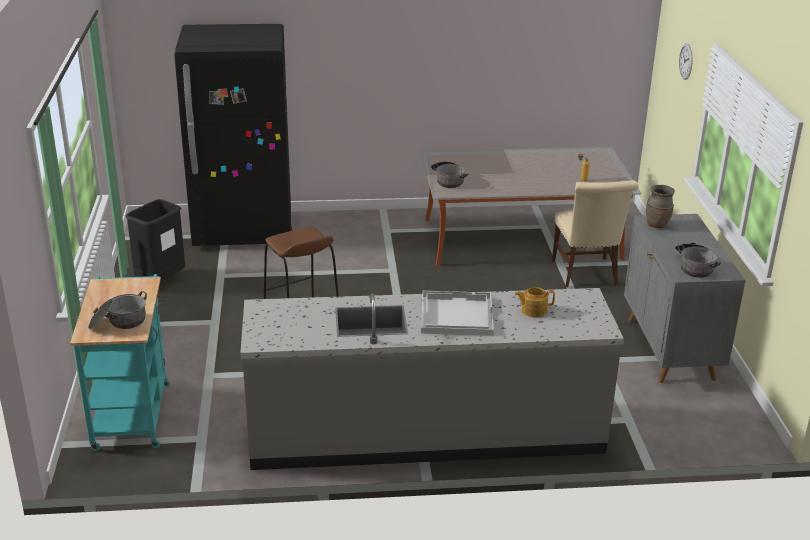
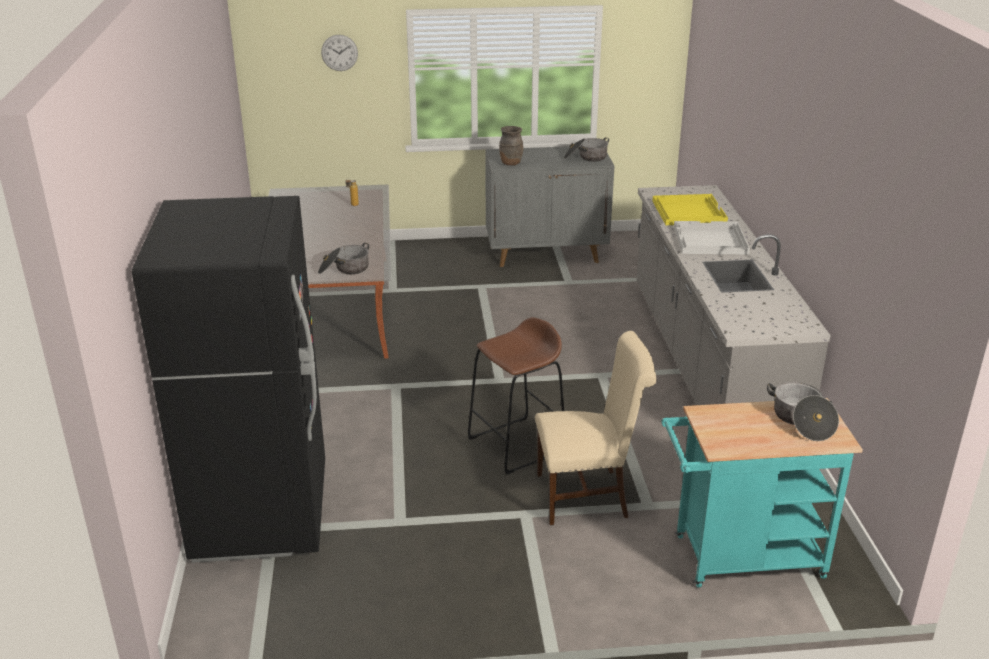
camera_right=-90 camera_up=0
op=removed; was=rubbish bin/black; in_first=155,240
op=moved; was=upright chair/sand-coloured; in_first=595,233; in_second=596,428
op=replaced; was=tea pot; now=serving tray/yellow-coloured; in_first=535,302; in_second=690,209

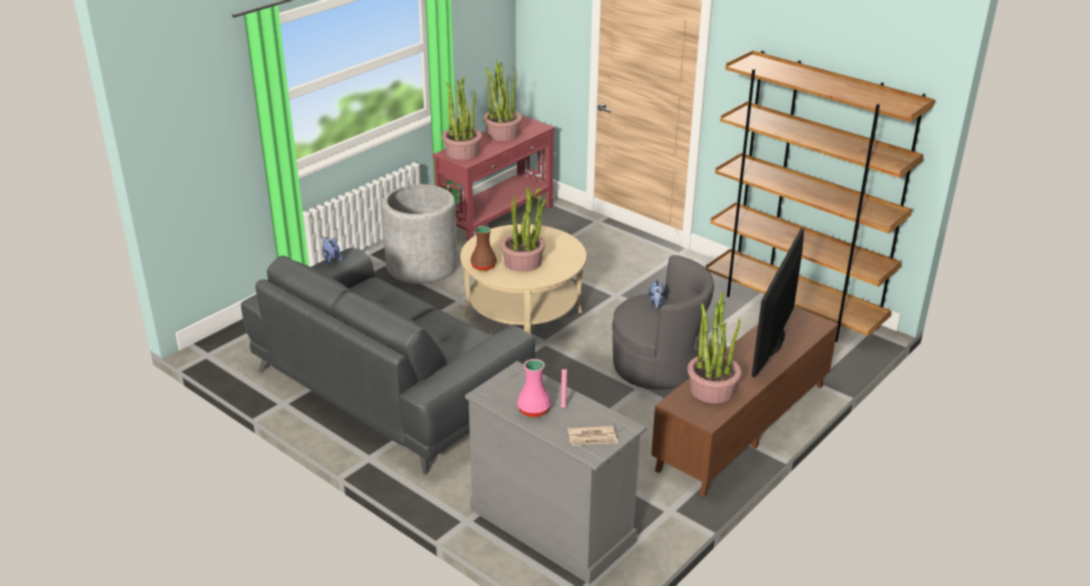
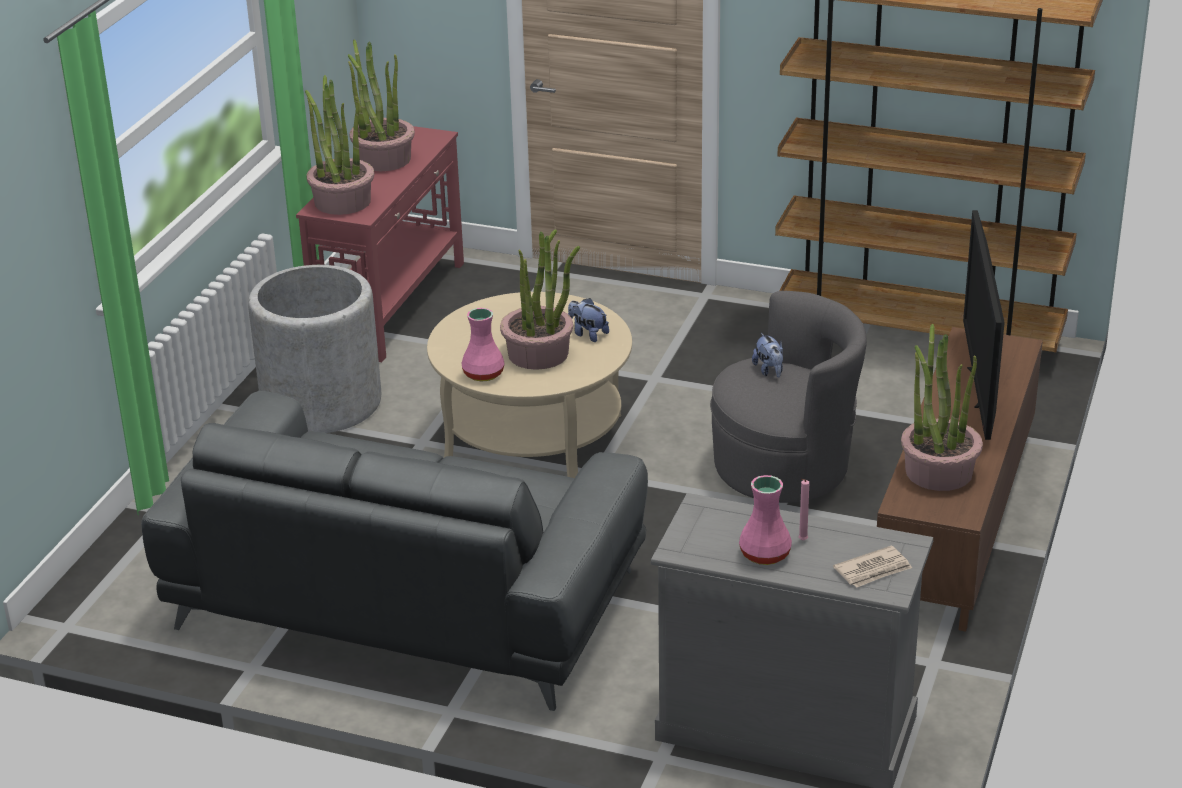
camera_right=-20 camera_up=0
op=moved; was=soft toy; in_first=332,251; in_second=588,320
op=recoloured; was=vase/brownish; now=vase/pink; in_first=483,248; in_second=483,345

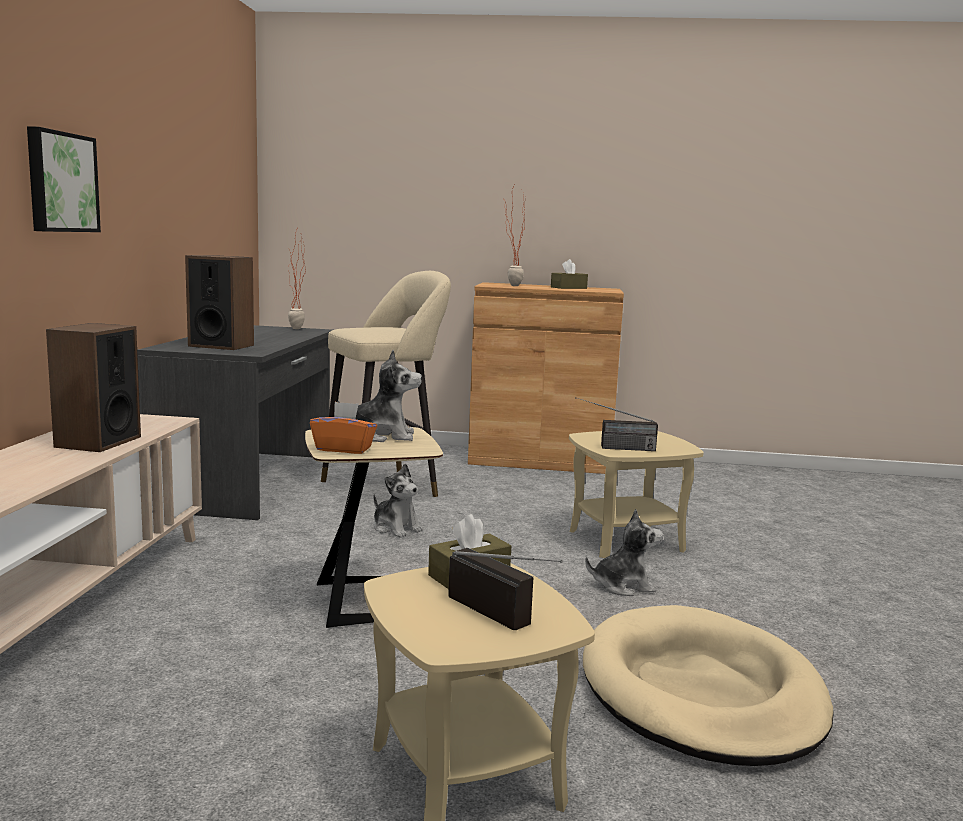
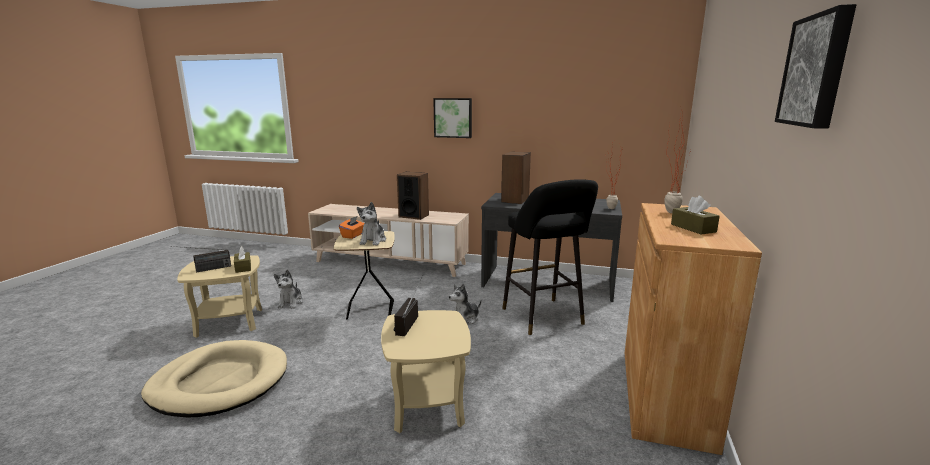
camera_right=100 camera_up=5
op=added; now=wall art; in_second=815,66
op=moved; was=soft toy; in_first=624,552; in_second=288,288
op=recoloured; was=sitting stool/sand-coloured; now=sitting stool/black; in_first=386,384; in_second=550,257

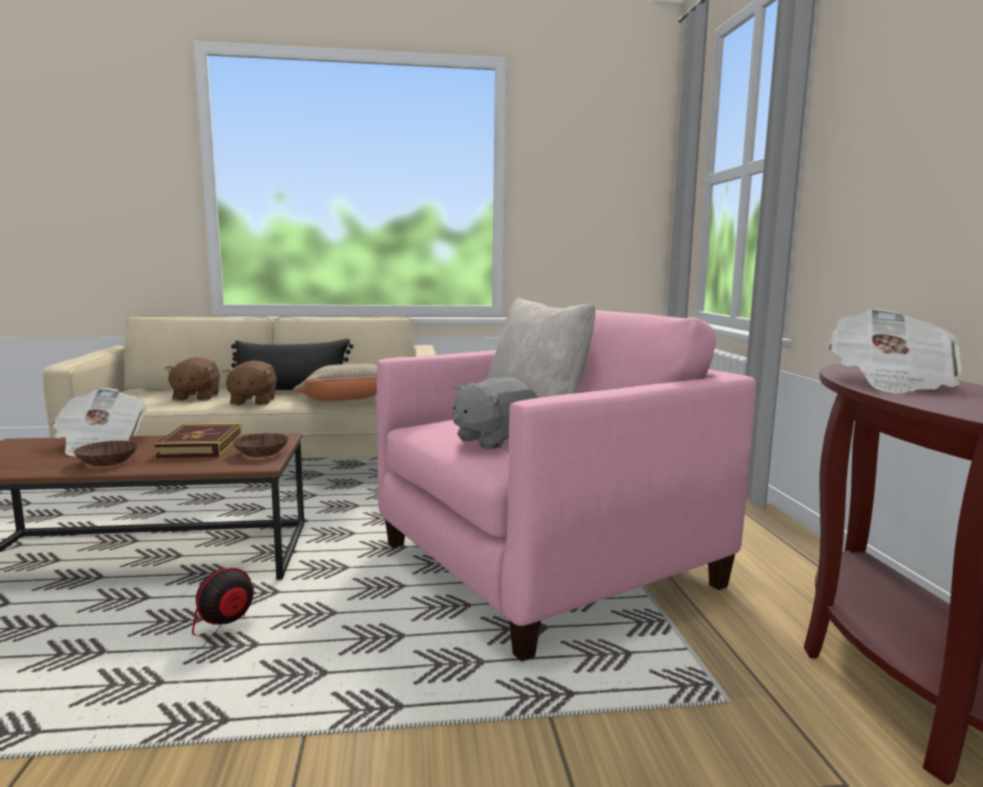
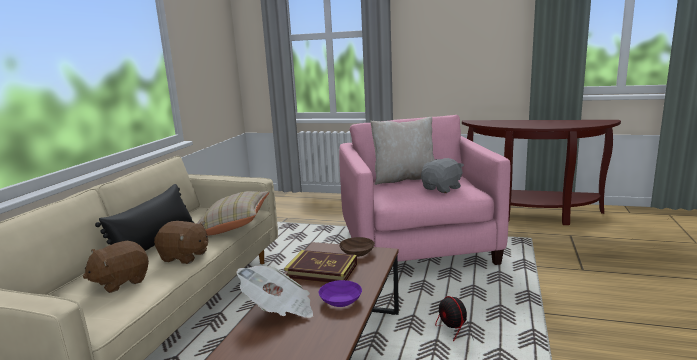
camera_right=-65 camera_up=5
op=removed; was=printed paper; in_first=895,351
op=recoloured; was=bowl/brownish; now=bowl/purple; in_first=106,453; in_second=340,293
op=turned; was=soft toy/brownish; in_first=192,379; in_second=116,267; clockwise=120
op=turned; was=soft toy/grey; in_first=495,413; in_second=442,175; clockwise=-120

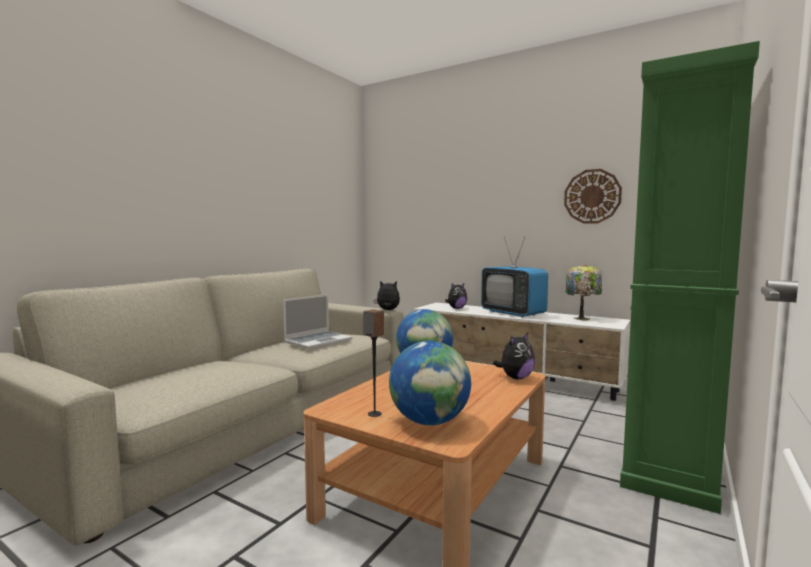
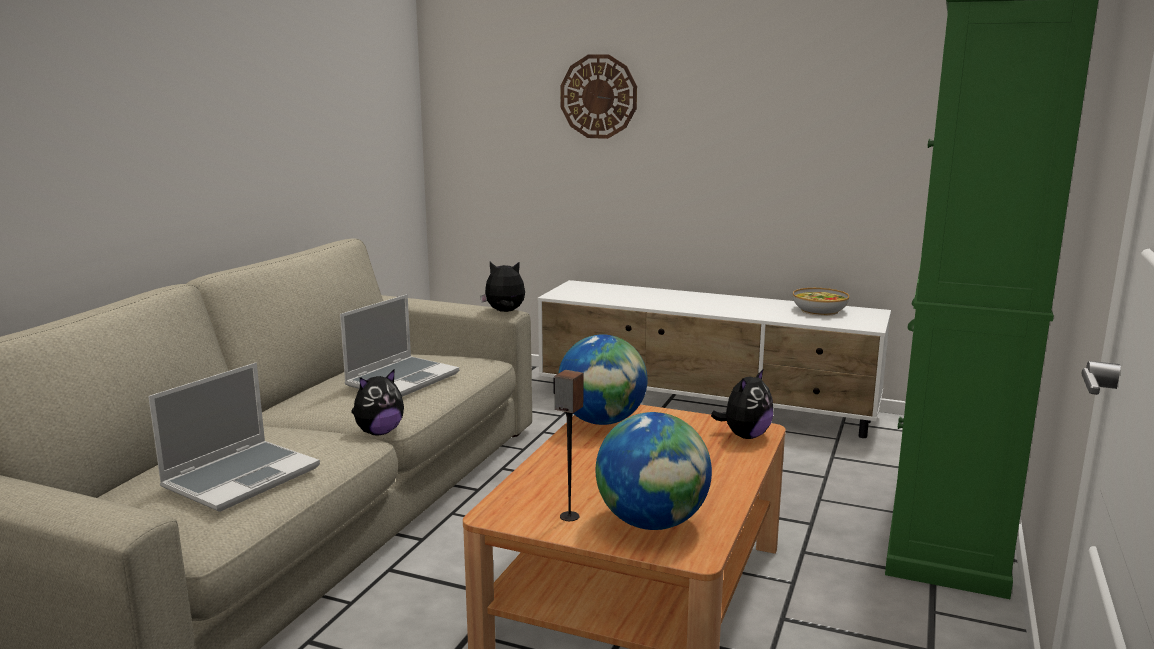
camera_right=-10 camera_up=10
op=removed; was=television; in_first=514,277
op=added; now=laptop; in_second=234,437
op=moved; was=soft toy; in_first=456,296; in_second=377,402
op=moved; was=clock on the wall; in_first=593,196; in_second=598,96
op=replaced; was=table lamp; now=bowl; in_first=583,292; in_second=821,302

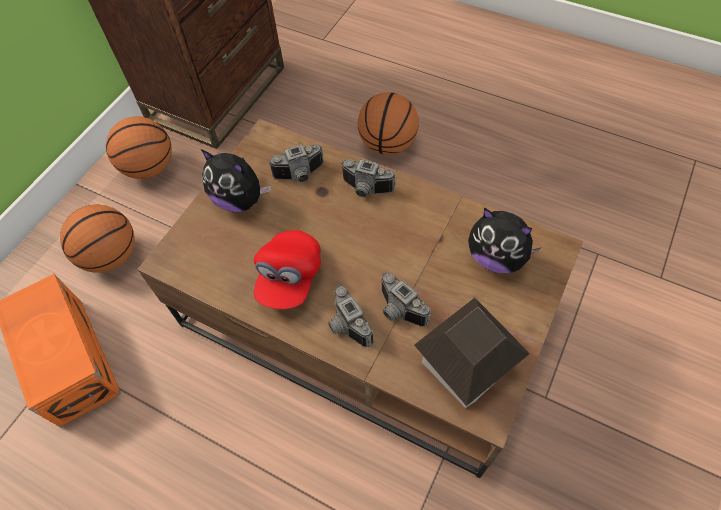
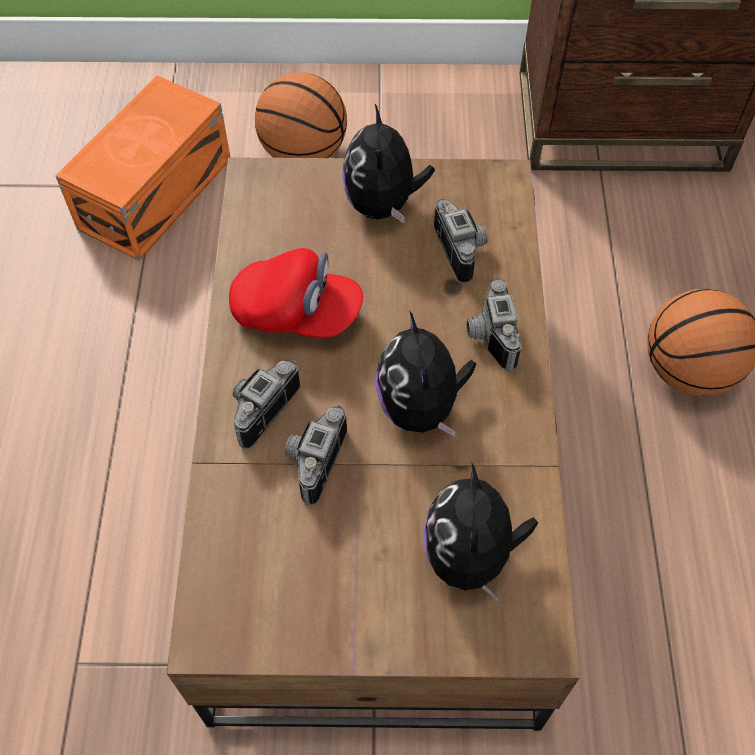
camera_right=60 camera_up=0
op=removed; was=ball for basketball; in_first=139,147
op=removed; was=toy house; in_first=472,353
op=added; now=soft toy; in_second=426,374
op=turned; was=cap/reddish; in_first=287,269; in_second=296,293; clockwise=-150
op=turned; was=photo camera; in_first=295,163; in_second=461,241; clockwise=-150

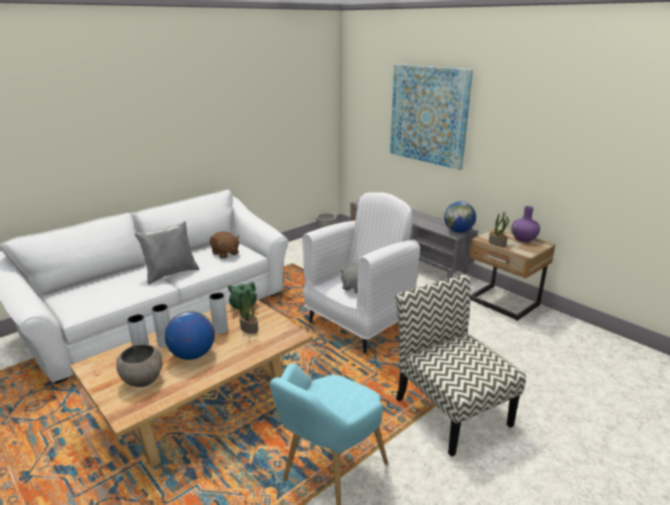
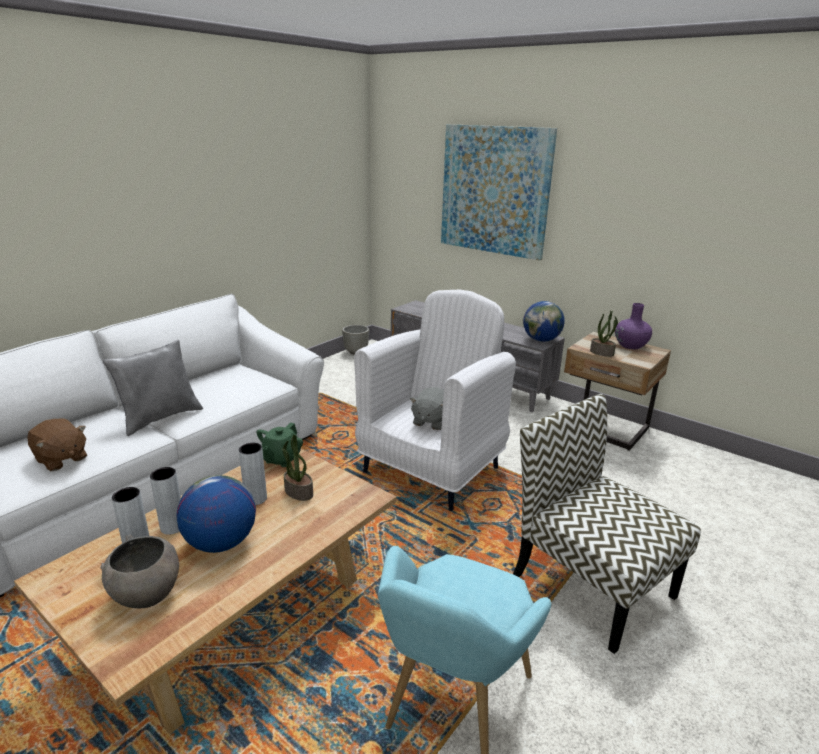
camera_right=-10 camera_up=0
op=moved; was=soft toy/brownish; in_first=225,245; in_second=57,444

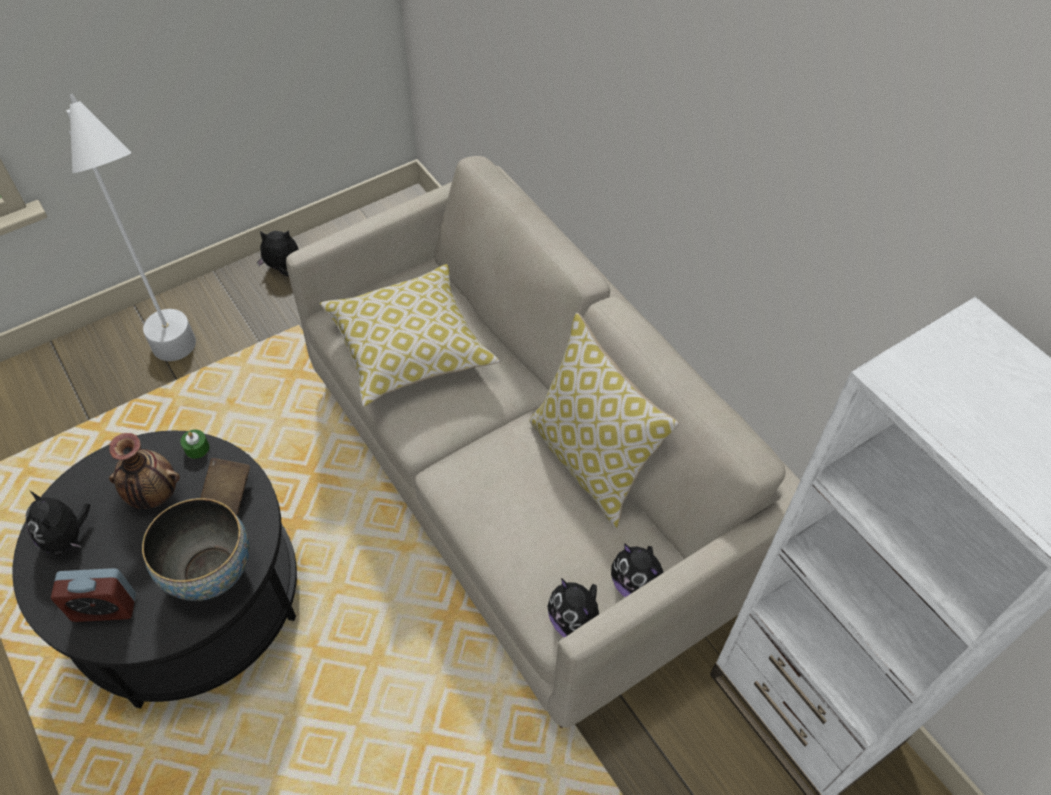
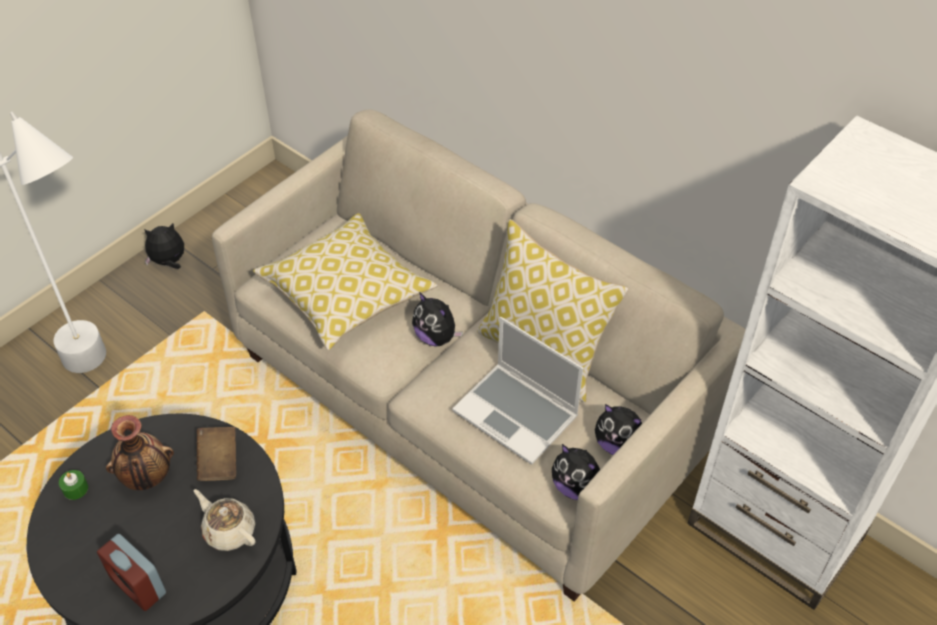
camera_right=-15 camera_up=-5
op=added; now=laptop; in_second=517,391
op=moved; was=soft toy; in_first=58,522; in_second=437,319
op=moved; was=wax light/green-coloured; in_first=194,444; in_second=73,485
op=replaced; was=bowl; now=tea pot/sand-coloured; in_first=195,549; in_second=224,520
op=turned; was=alarm clock; in_first=93,595; in_second=131,572; clockwise=60

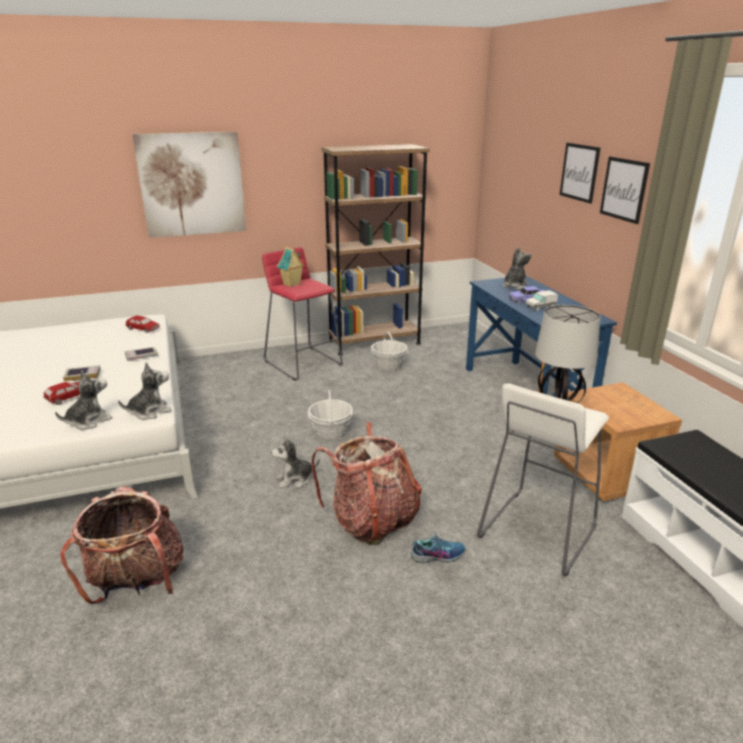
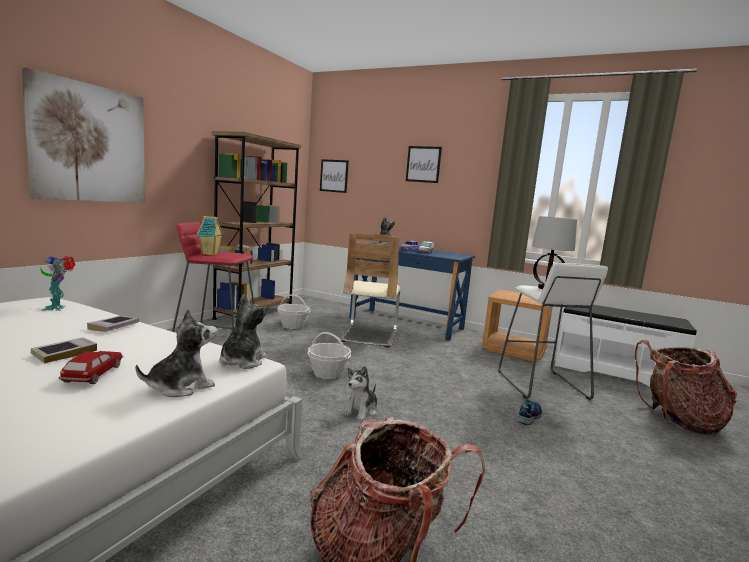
camera_right=-45 camera_up=-15
op=added; now=upright chair/sand-coloured; in_second=370,290
op=moved; was=rucksack; in_first=366,483; in_second=686,387
op=moved; was=wall art; in_first=625,190; in_second=334,176
op=replaced; was=toy car; now=toy robot; in_first=142,324; in_second=57,283
op=turned; was=soft toy; in_first=83,399; in_second=177,353; clockwise=45

